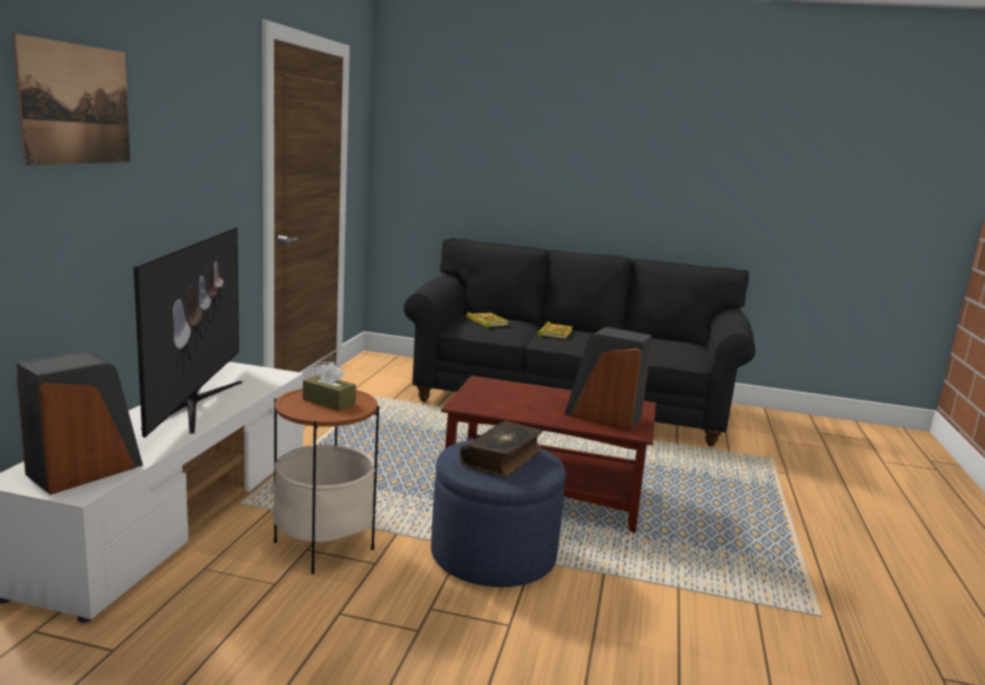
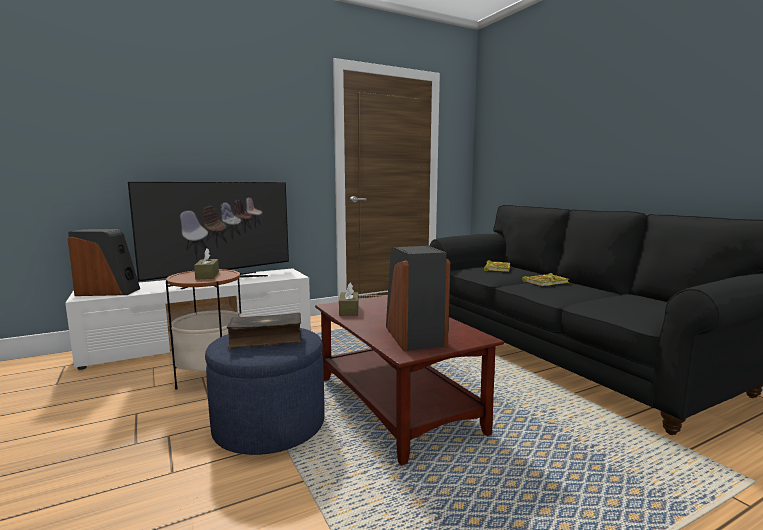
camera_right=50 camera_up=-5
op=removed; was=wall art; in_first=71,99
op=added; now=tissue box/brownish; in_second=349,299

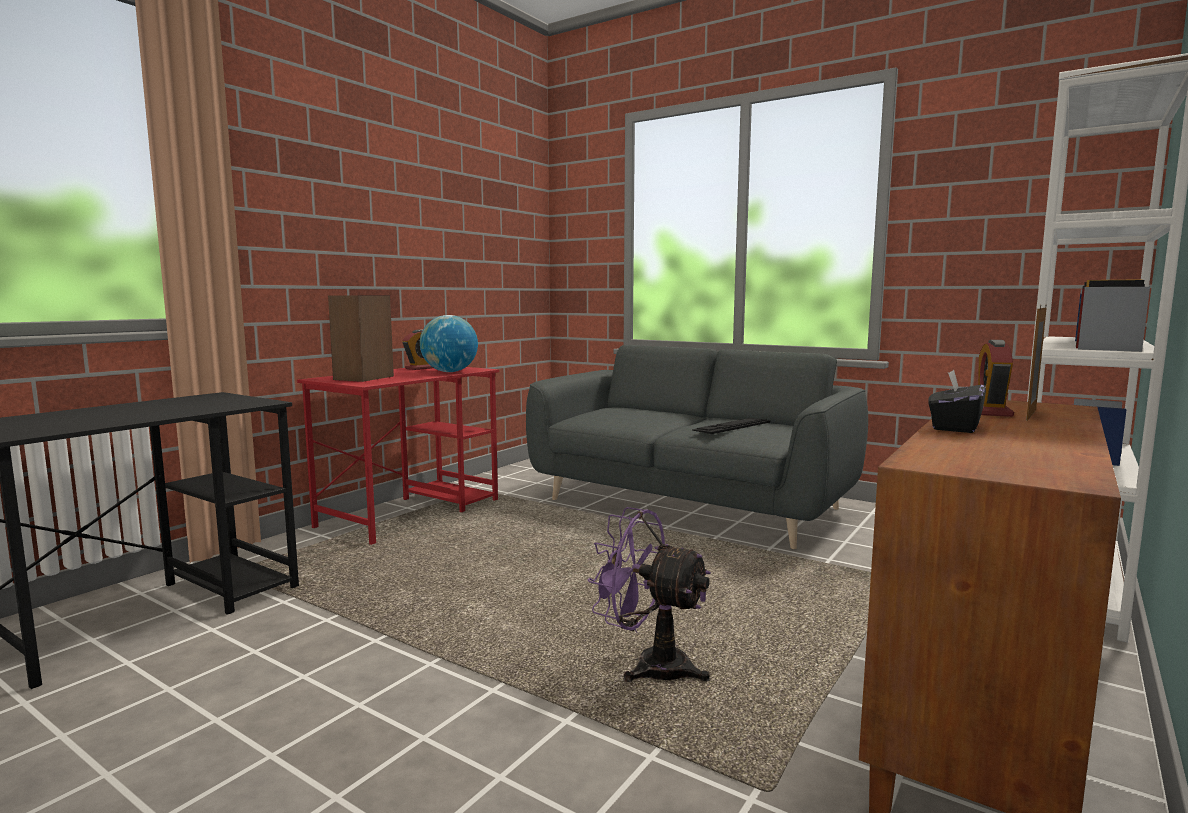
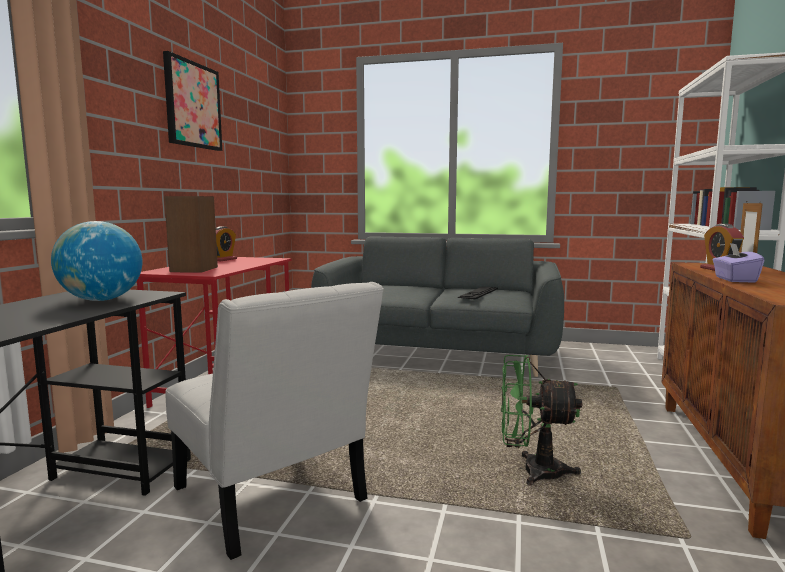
camera_right=-20 camera_up=0
op=added; now=wall art; in_second=192,101
op=added; now=upright chair/whitish; in_second=274,421
op=moved; was=world globe; in_first=449,343; in_second=96,261
op=recoloured; was=electric fan/purple; now=electric fan/green-coloured; in_first=649,594; in_second=541,420
op=recoloured; was=tissue box/black; now=tissue box/purple; in_first=957,401; in_second=738,263

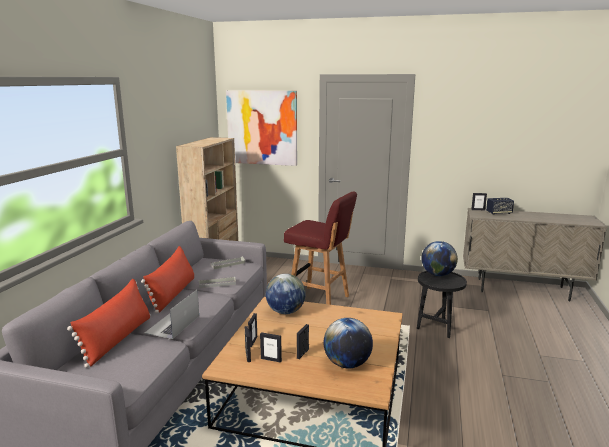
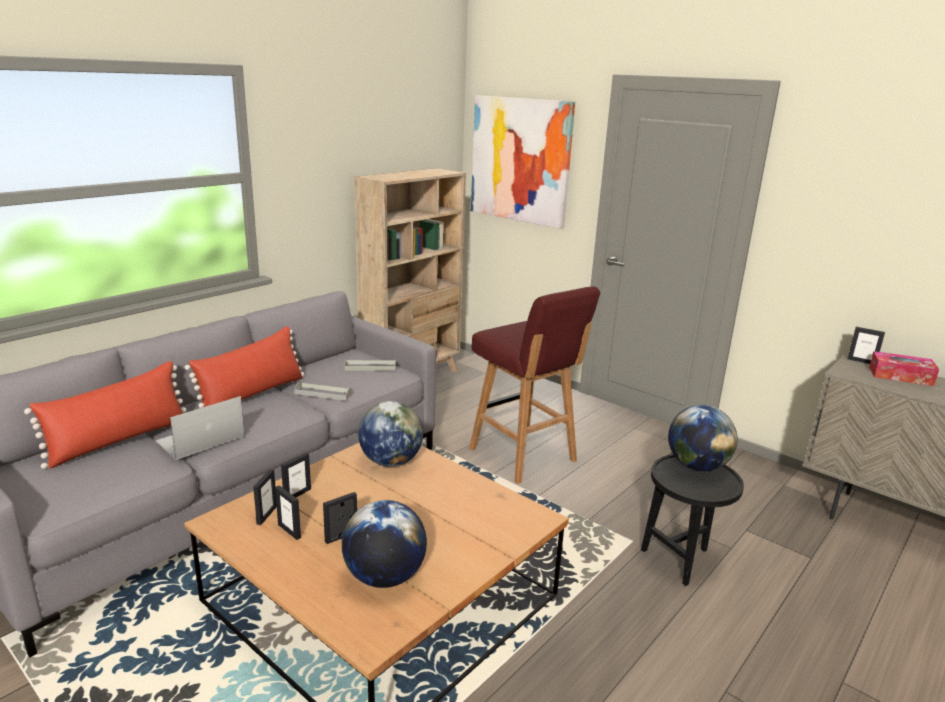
camera_right=25 camera_up=5
op=replaced; was=speaker; now=tissue box; in_first=500,206; in_second=904,368

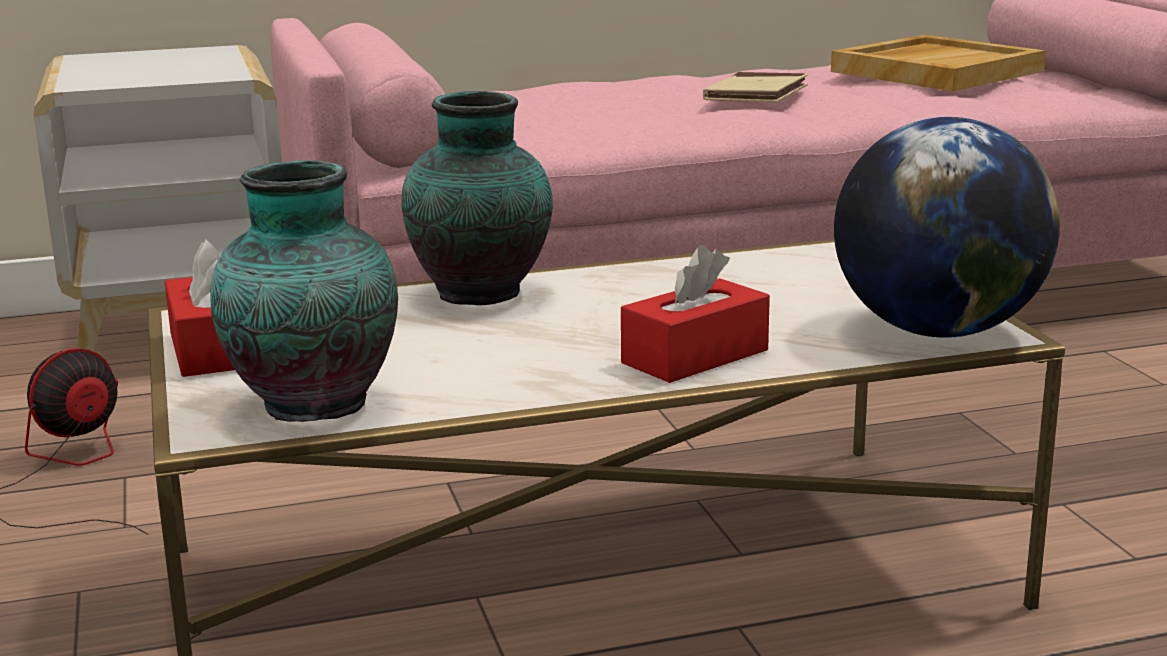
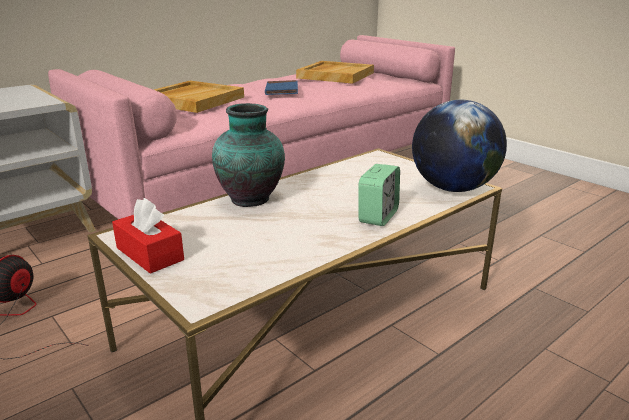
camera_right=-25 camera_up=5
op=removed; was=vase; in_first=304,291
op=added; now=serving tray/sand-coloured; in_second=199,97
op=replaced; was=tissue box/reddish; now=alarm clock; in_first=695,314; in_second=379,195
op=recoloured; was=volume/sand-coloured; now=volume/blue; in_first=755,87; in_second=281,87

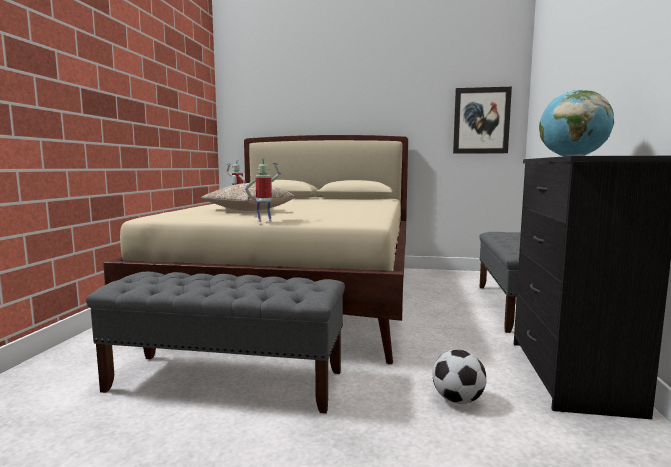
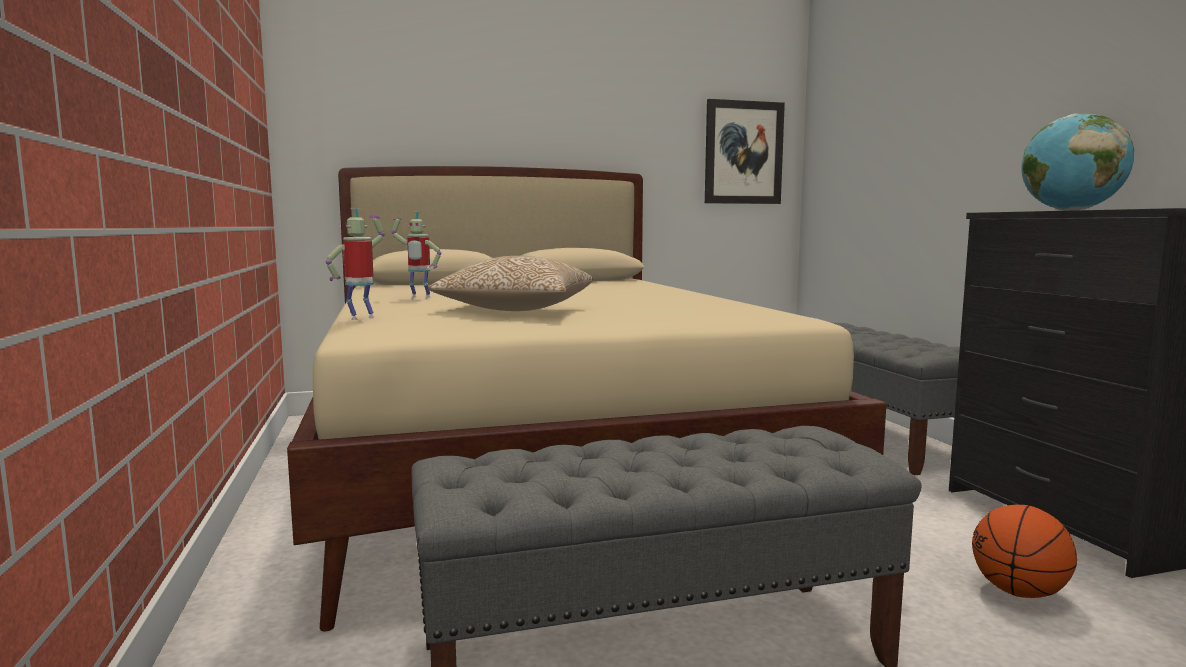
camera_right=-25 camera_up=0
op=moved; was=toy robot; in_first=263,190; in_second=355,264
op=replaced; was=football; now=ball for basketball; in_first=459,376; in_second=1024,551

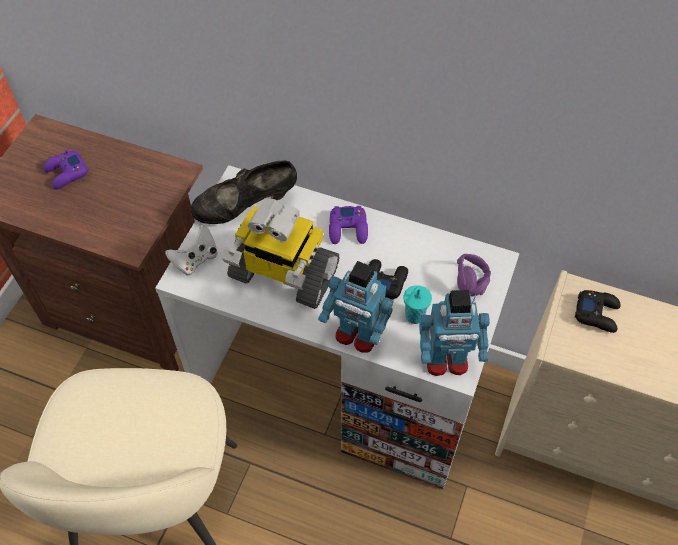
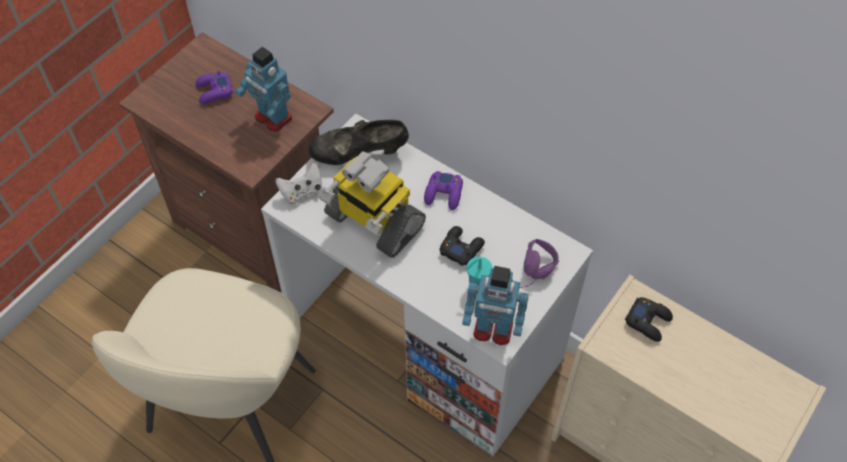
camera_right=15 camera_up=0
op=moved; was=toy robot; in_first=355,307; in_second=263,89

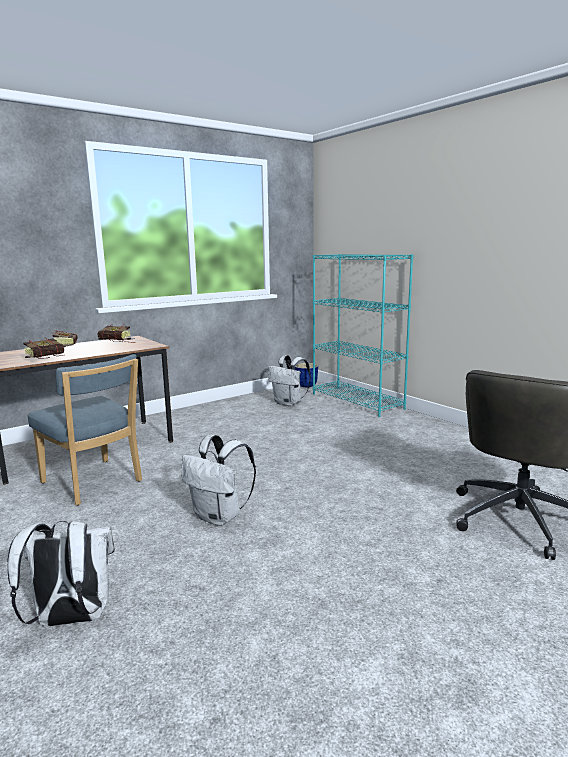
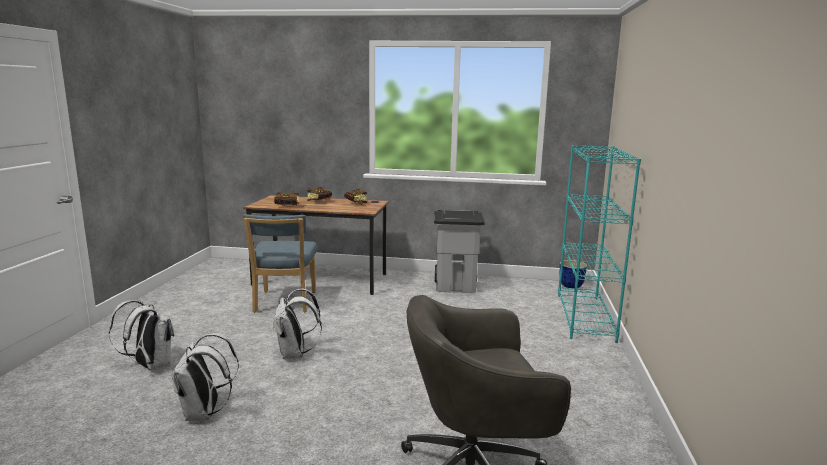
camera_right=45 camera_up=0
op=added; now=rubbish bin/grey; in_second=459,251
op=moved; was=rucksack/whitish; in_first=289,380; in_second=205,377

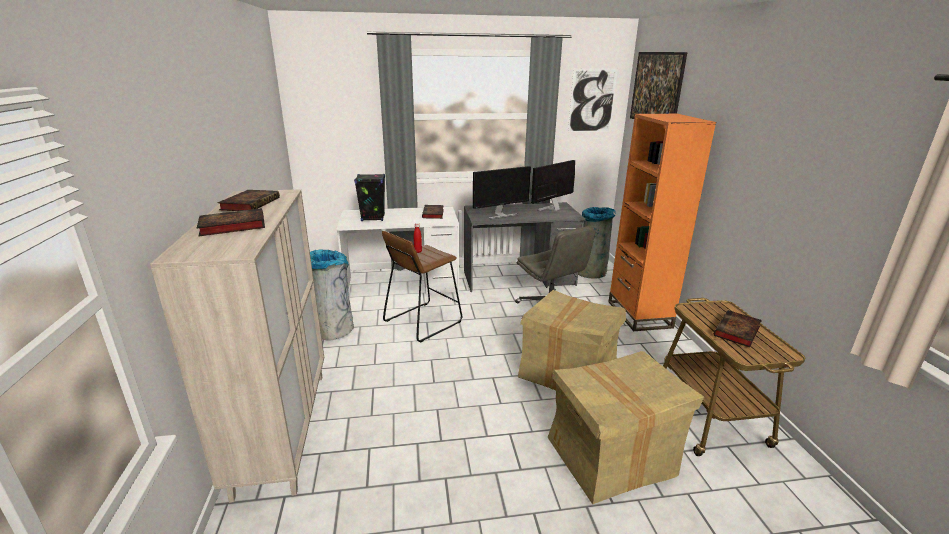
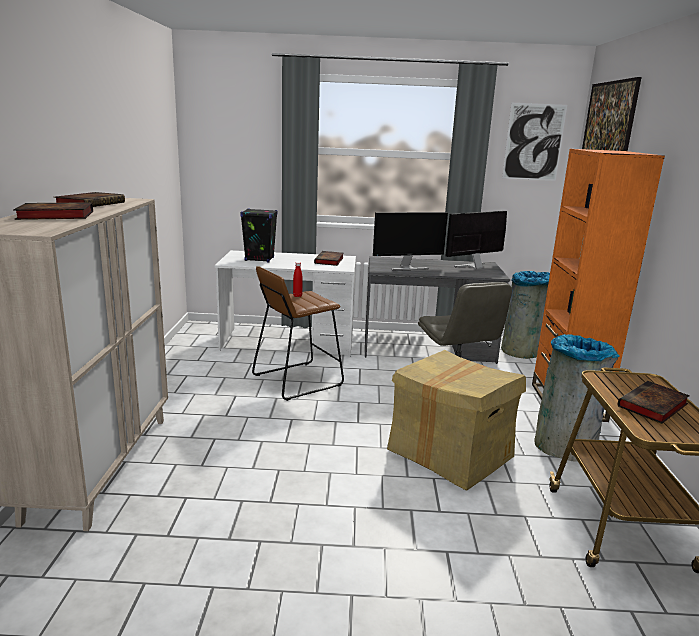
camera_right=10 camera_up=-5
op=removed; was=cardboard box; in_first=625,427
op=moved; was=rubbish bin/grey; in_first=332,295; in_second=577,398

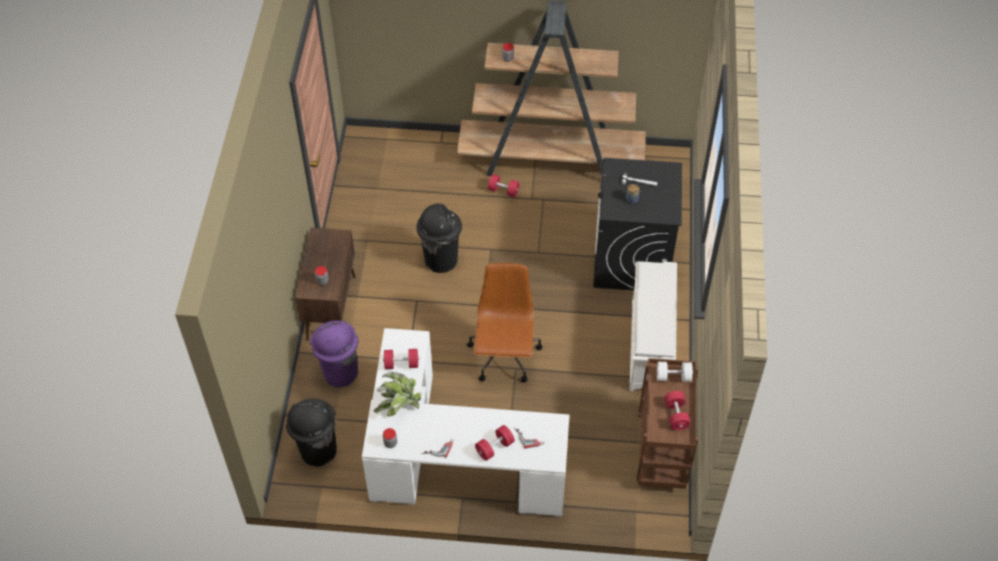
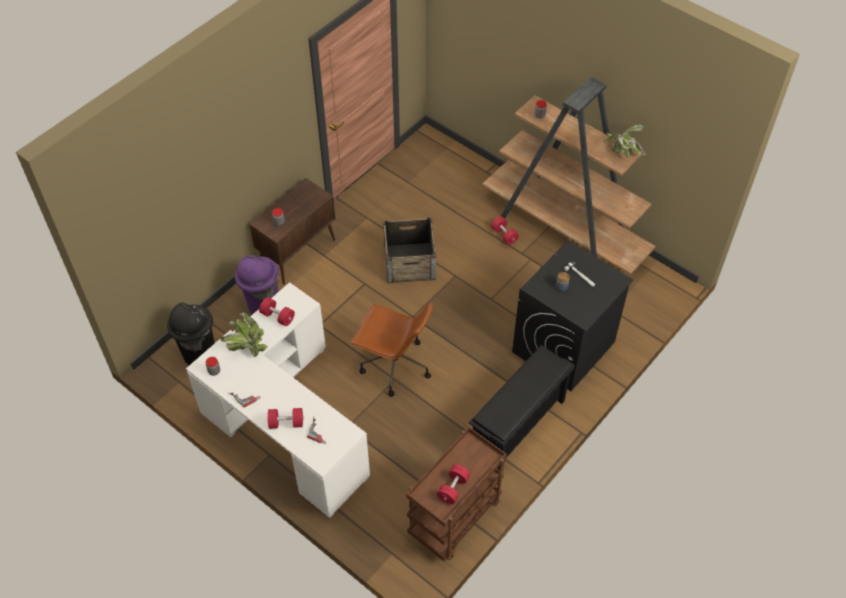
camera_right=35 camera_up=0
op=removed; was=dumbbell/whitish; in_first=674,372
op=added; now=plant in a pot; in_second=625,141
op=replaced; was=rubbish bin/black; now=packing crate; in_first=439,238; in_second=409,250
op=recoloured; was=shoe stand/whitish; now=shoe stand/black; in_first=653,326; in_second=522,407
op=turned; was=computer chair/brownish; in_first=505,322; in_second=391,349; clockwise=75

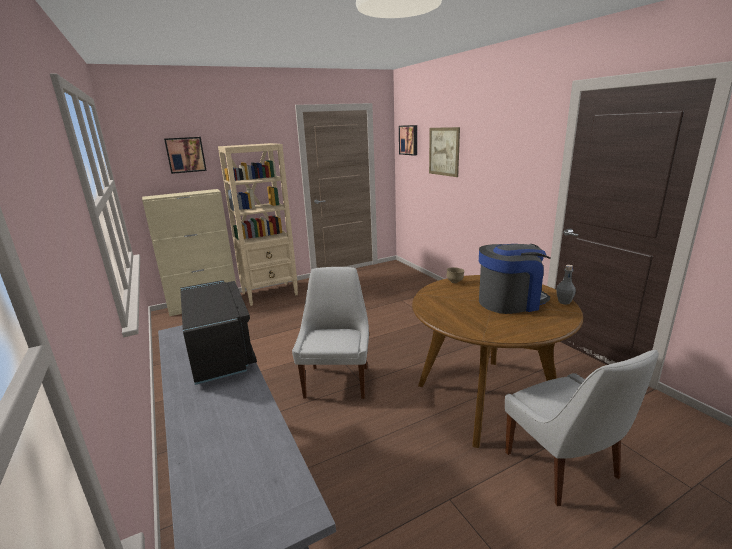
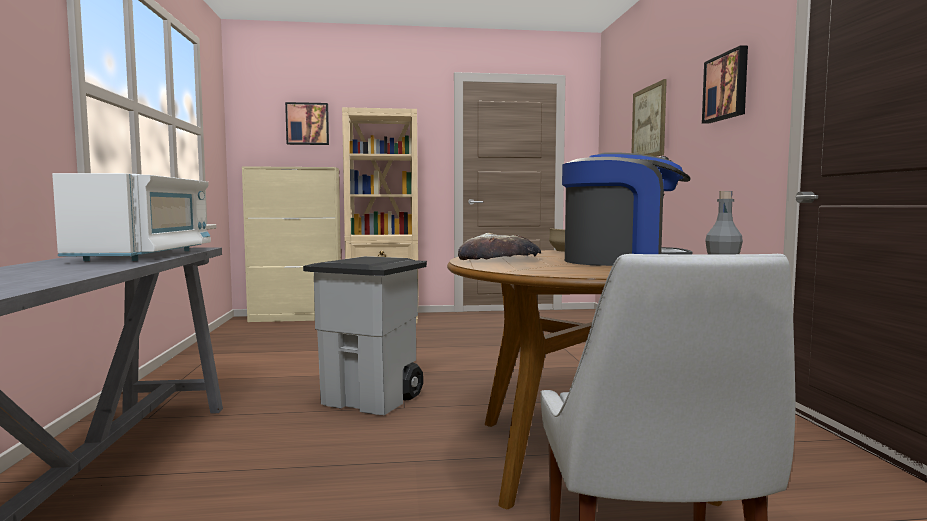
camera_right=20 camera_up=-15
op=added; now=bakery bread; in_second=499,246
op=moved; was=wall art; in_first=408,140; in_second=725,84
op=replaced; was=upright chair/whitish; now=rubbish bin/grey; in_first=330,333; in_second=365,335
op=recoloured; was=kitchen microwave/black; now=kitchen microwave/whitish; in_first=218,332; in_second=131,217

